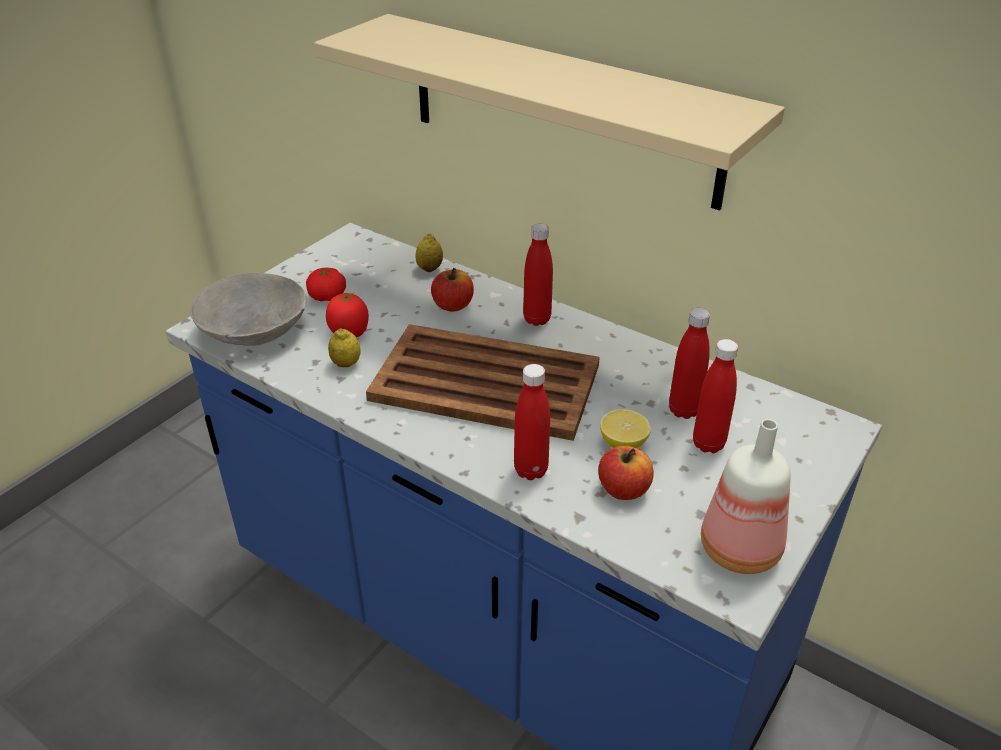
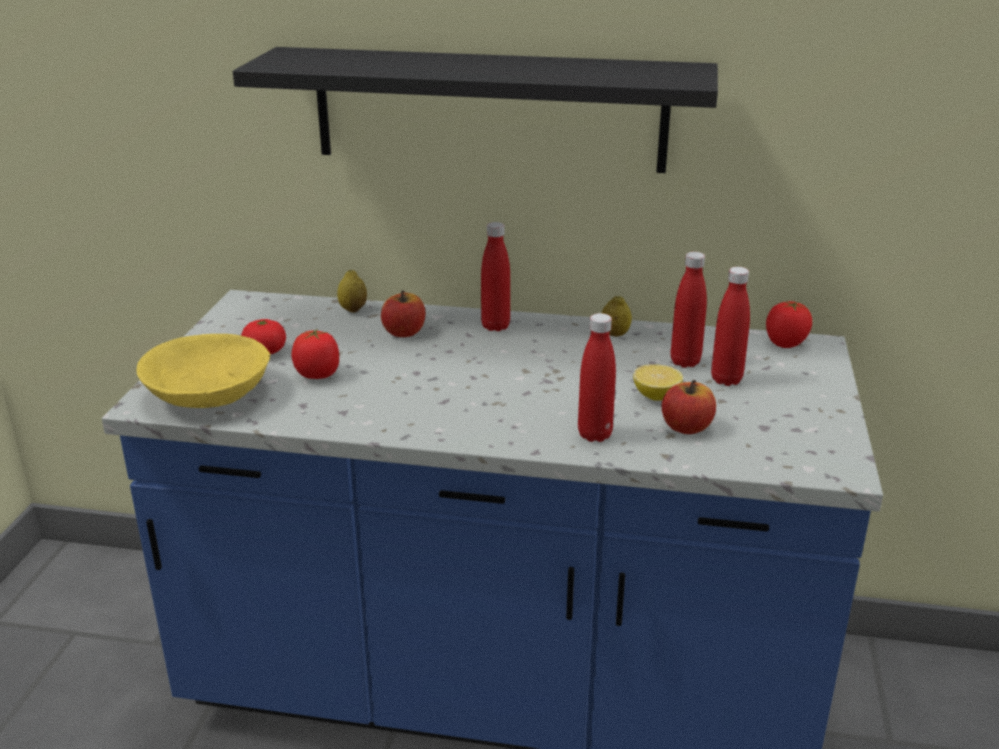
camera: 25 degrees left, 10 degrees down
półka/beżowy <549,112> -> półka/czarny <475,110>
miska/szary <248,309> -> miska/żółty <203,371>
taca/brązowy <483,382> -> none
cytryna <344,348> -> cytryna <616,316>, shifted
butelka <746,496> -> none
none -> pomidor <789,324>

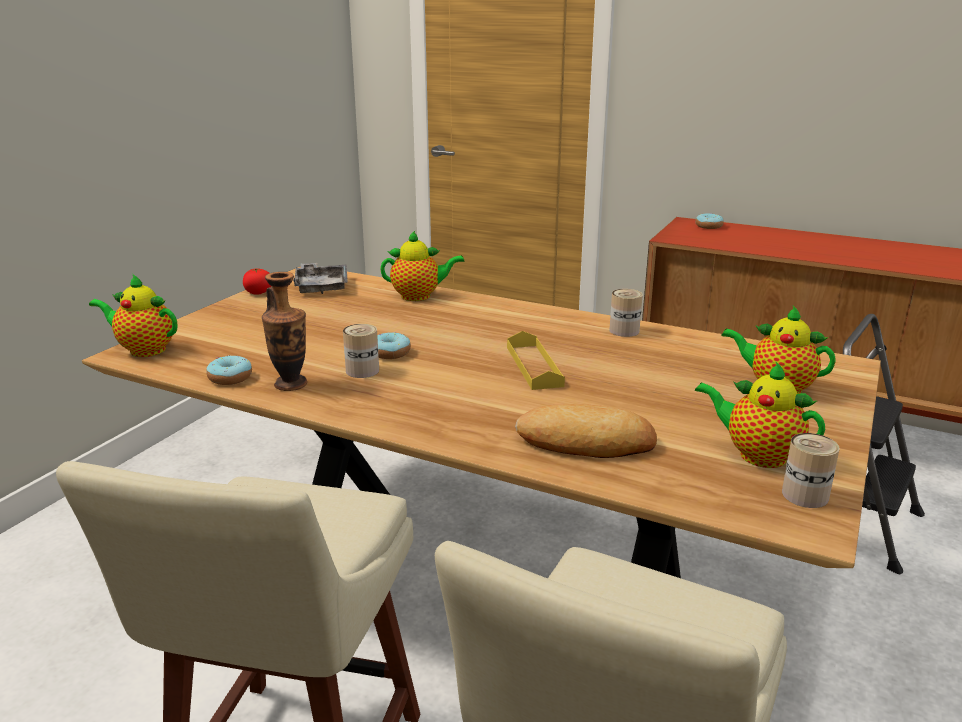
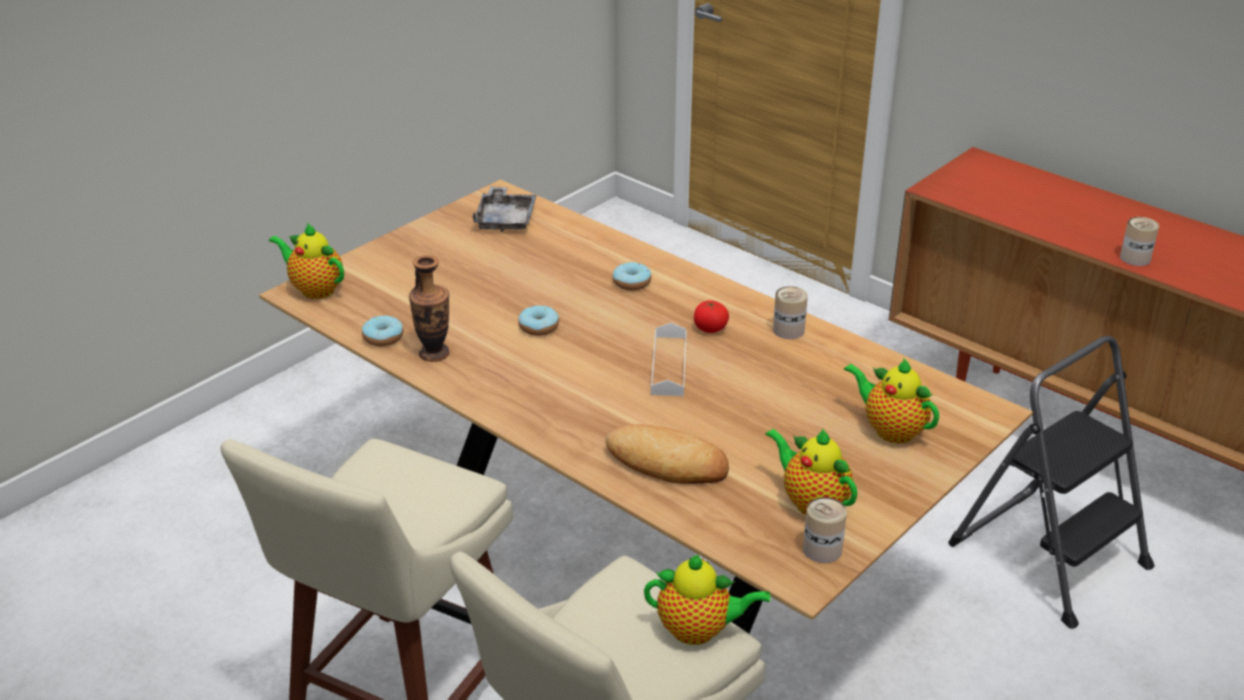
camera: 15 degrees right, 10 degrees up
donut <709,221> -> donut <632,276>, shifted
imbryk <422,266> -> imbryk <707,600>, shifted
pomidor <257,281> -> pomidor <711,316>, shifted
puszka <361,351> -> puszka <1139,241>, shifted
taca/żółty <536,360> -> taca/biały <669,359>

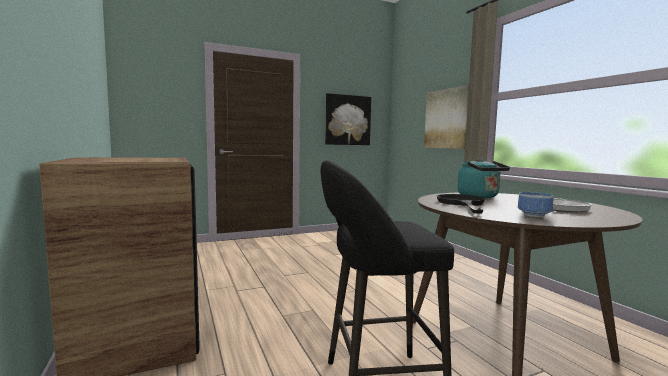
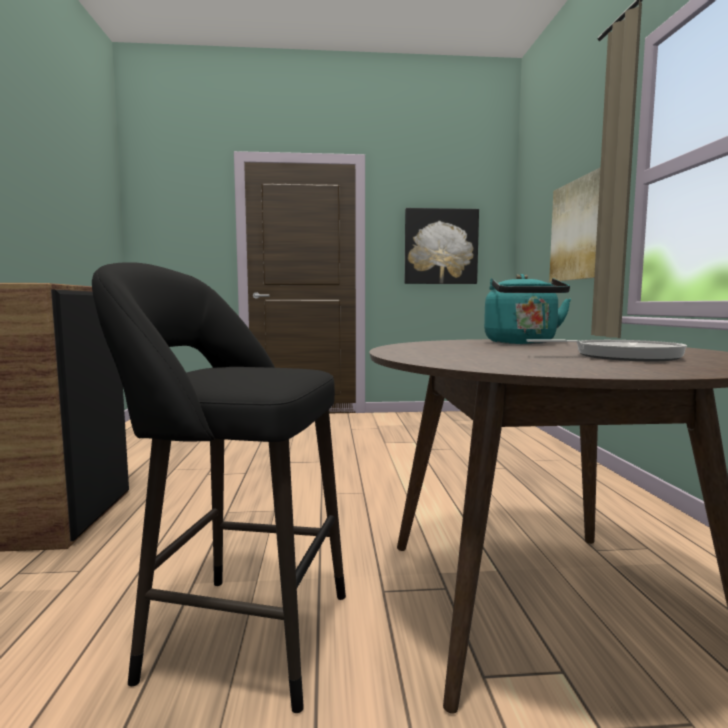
camera: 20 degrees right, 0 degrees up
miska <536,204> -> none
patelnia/czarny <461,203> -> none

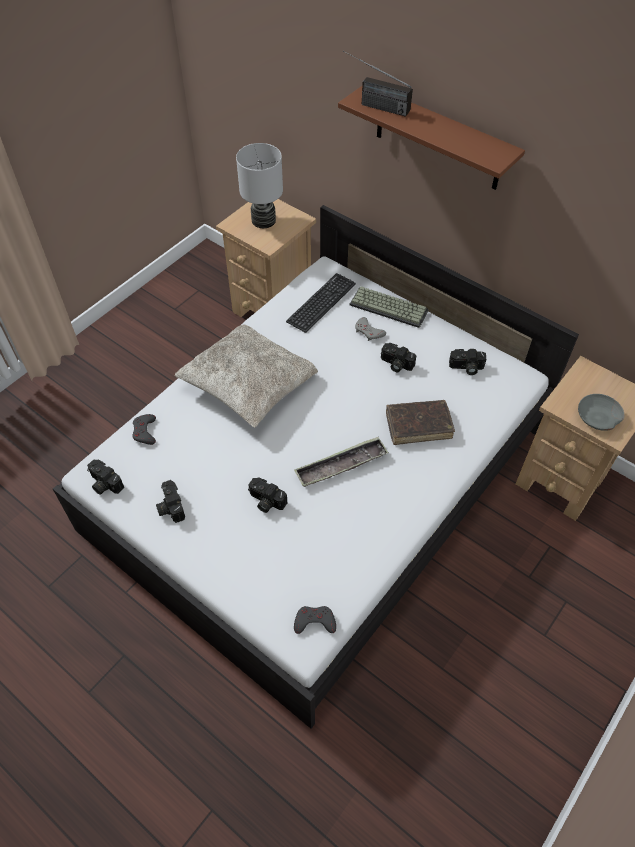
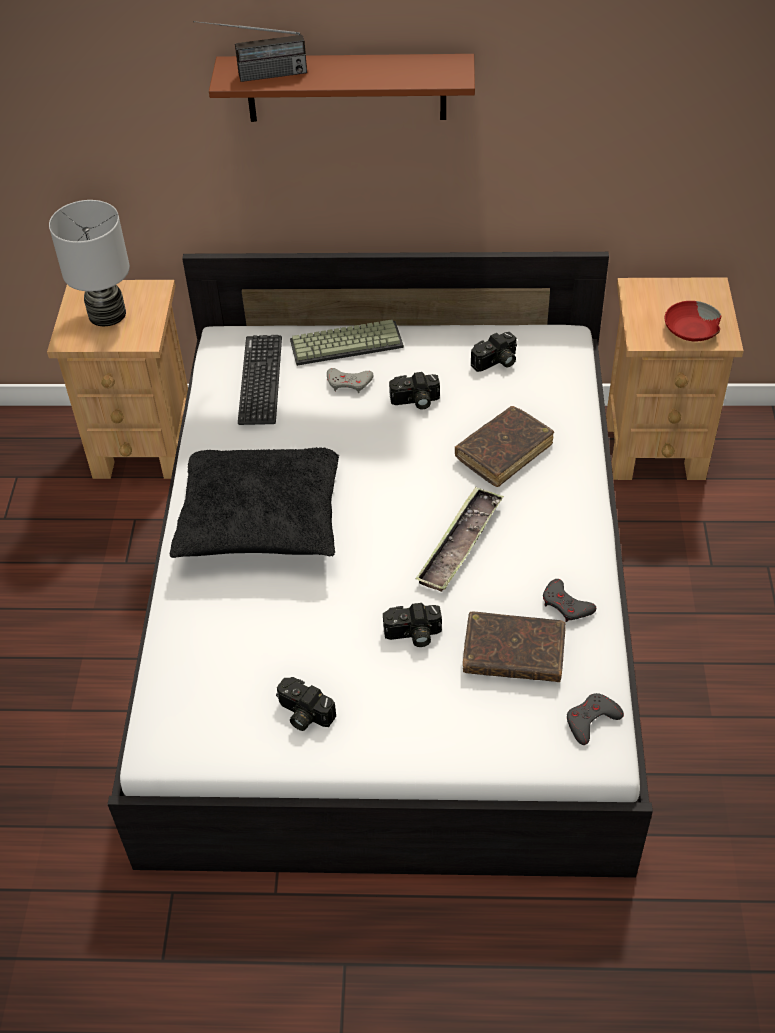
camera: 35 degrees left, 5 degrees down
poduszka/beżowy <246,376> -> poduszka/czarny <254,502>
miska/szary <601,412> -> miska/czerwony <693,321>
pad do gier/szary <144,429> -> pad do gier/szary <569,600>, shifted
aparat fotograficzny <105,477> -> none
none -> książka/brązowy <514,647>

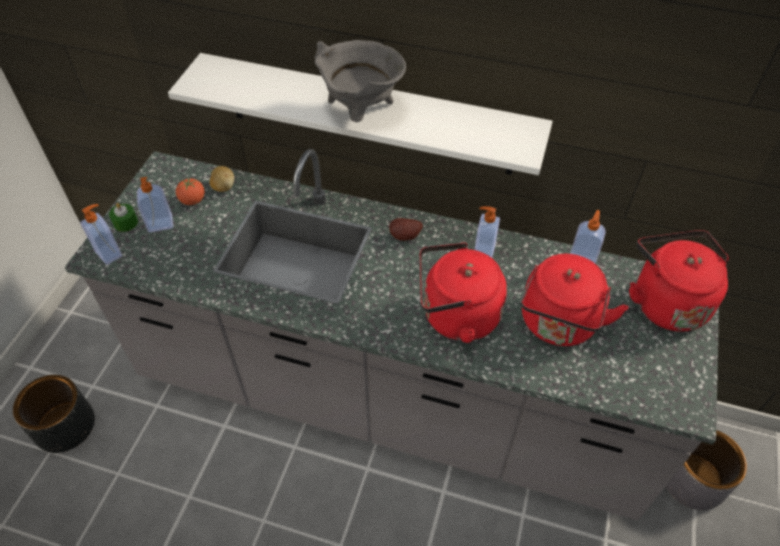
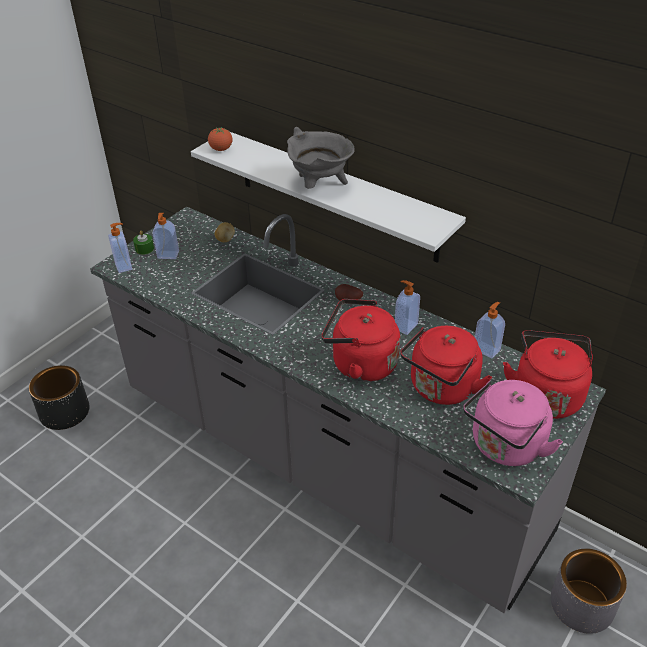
camera: 20 degrees right, 10 degrees down
pomidor <190,191> -> pomidor <220,139>, shifted
none -> czajnik/różowy <513,423>

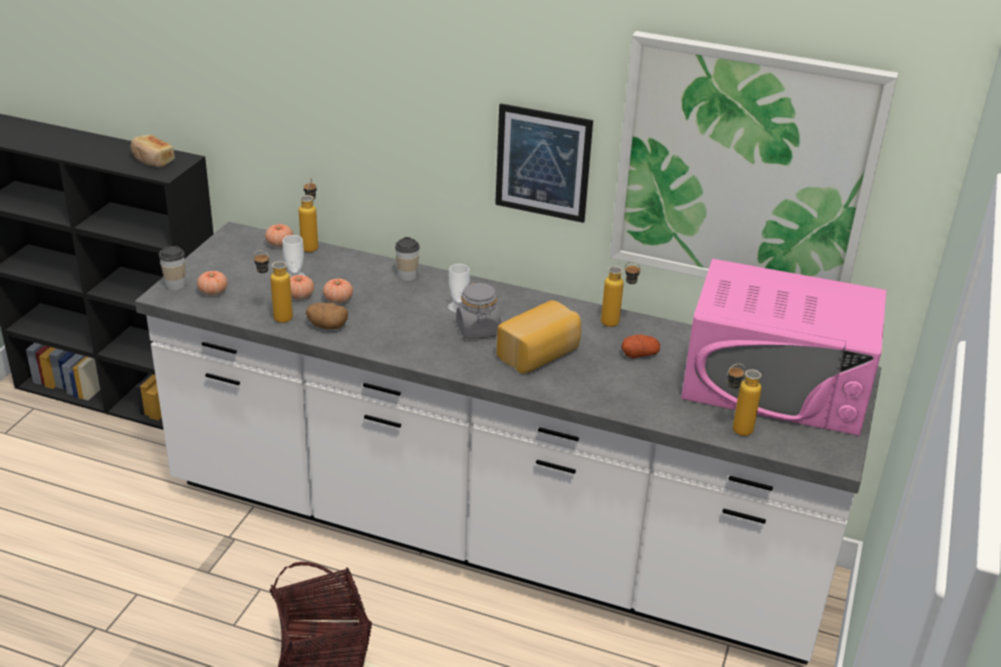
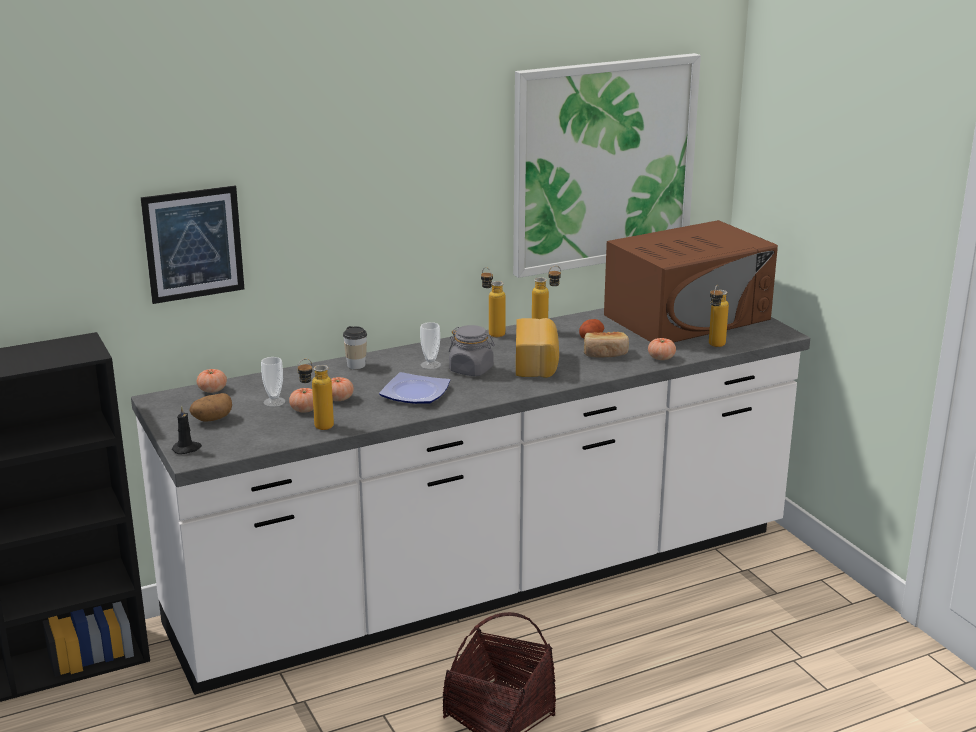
camera: 45 degrees left, 10 degrees down
obraz <544,163> -> obraz <192,245>, shifted
chleb <153,151> -> chleb <606,345>, shifted
butelka <308,215> -> butelka <493,302>, shifted
filiżanka <172,268> -> świeca/czarny <187,430>
mikrofalówka/różowy <783,347> -> mikrofalówka/brązowy <691,281>
pomidor <212,283> -> pomidor <662,349>, shifted
ziemniak <327,316> -> ziemniak <210,407>, shifted
none -> talerz <414,388>

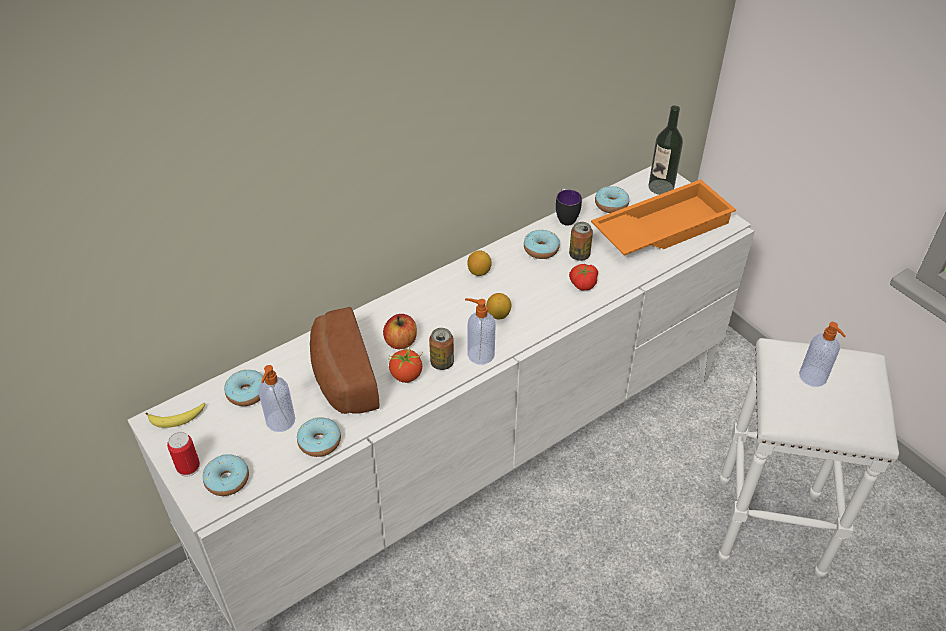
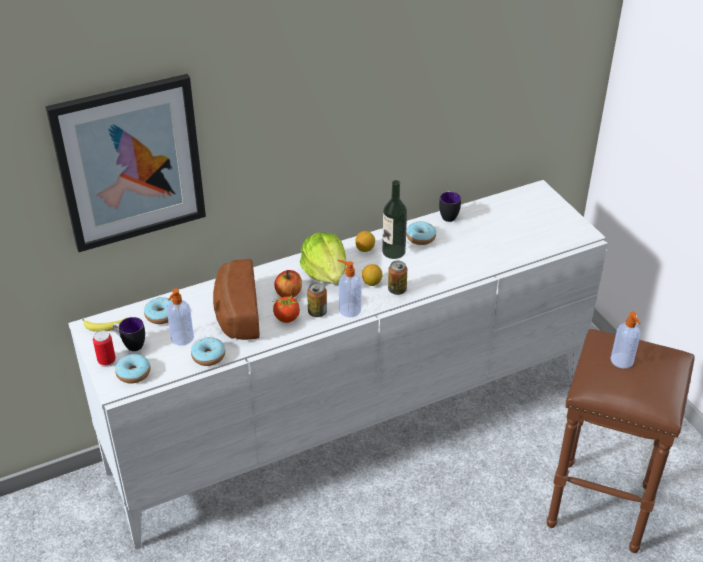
camera: 10 degrees right, 5 degrees down
butelka <666,150> -> butelka <394,219>, shifted
taca/pomarańczowy <663,217> -> none
donut <612,199> -> none
puszka <581,241> -> puszka <397,278>, shifted
pomidor <583,277> -> none
stołek/biały <808,458> -> stołek/brązowy <621,441>
none -> obraz <125,163>
none -> sałata <323,258>
none -> kubek <128,334>

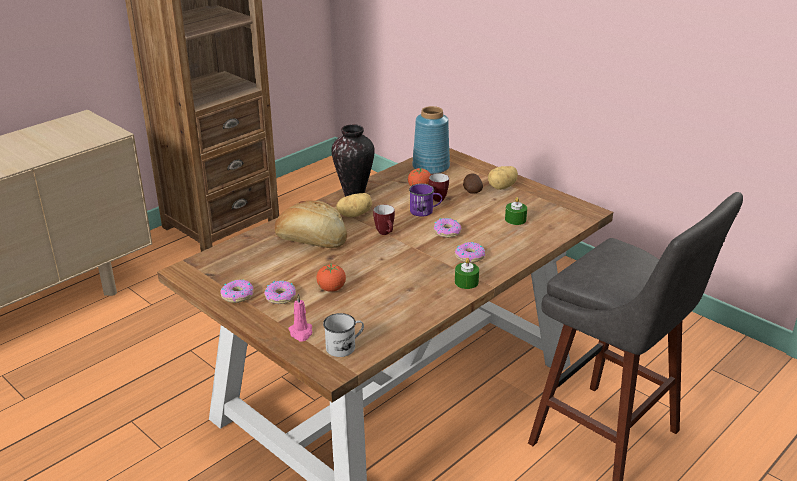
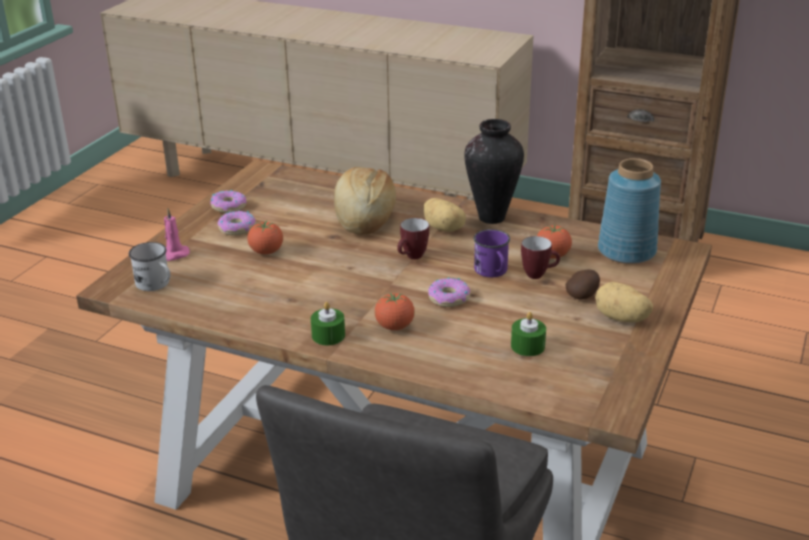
camera: 70 degrees right, 0 degrees up
donut <470,252> -> pomidor <395,311>

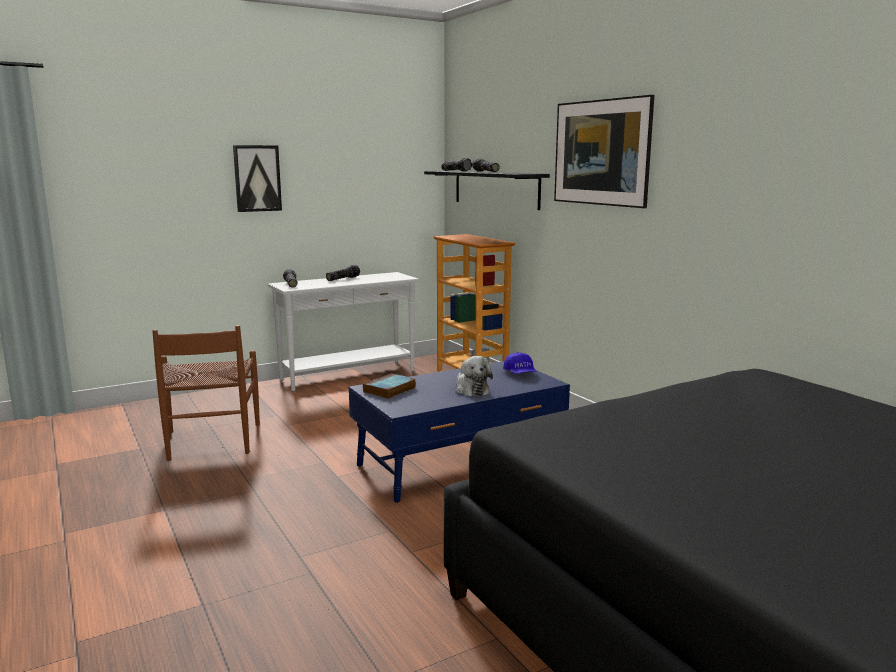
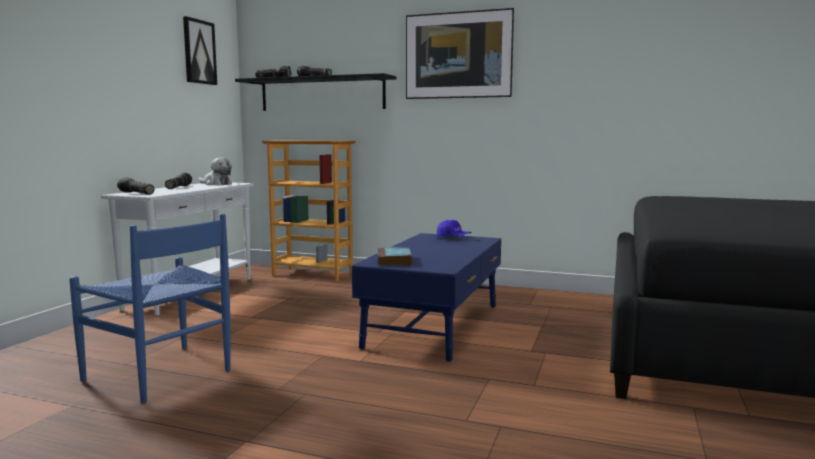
camera: 40 degrees left, 5 degrees down
obraz <257,178> -> obraz <200,50>, shifted
krzesło/brązowy <206,393> -> krzesło/niebieski <150,309>
pluszak <474,376> -> pluszak <215,171>, shifted

